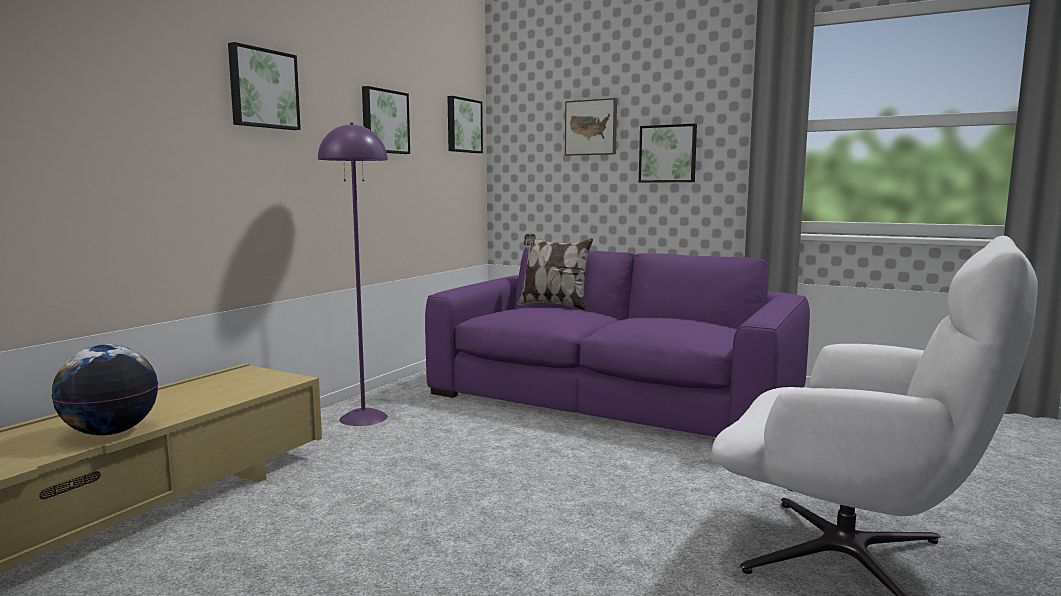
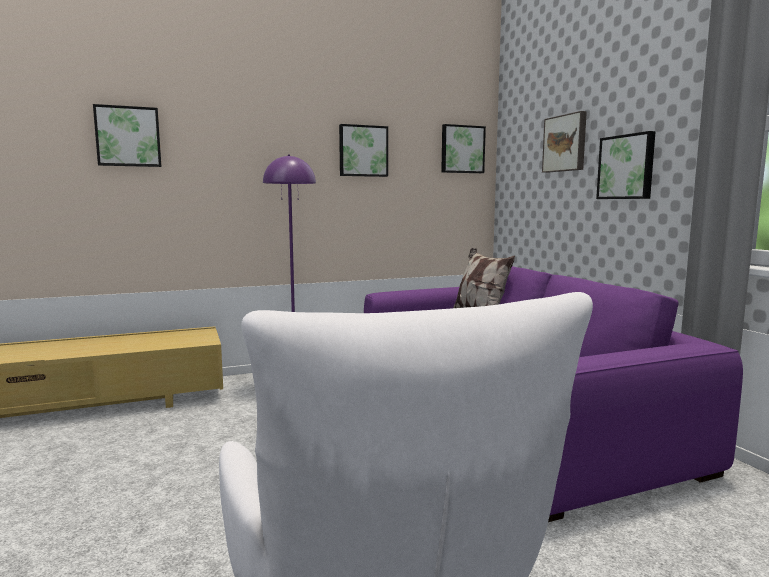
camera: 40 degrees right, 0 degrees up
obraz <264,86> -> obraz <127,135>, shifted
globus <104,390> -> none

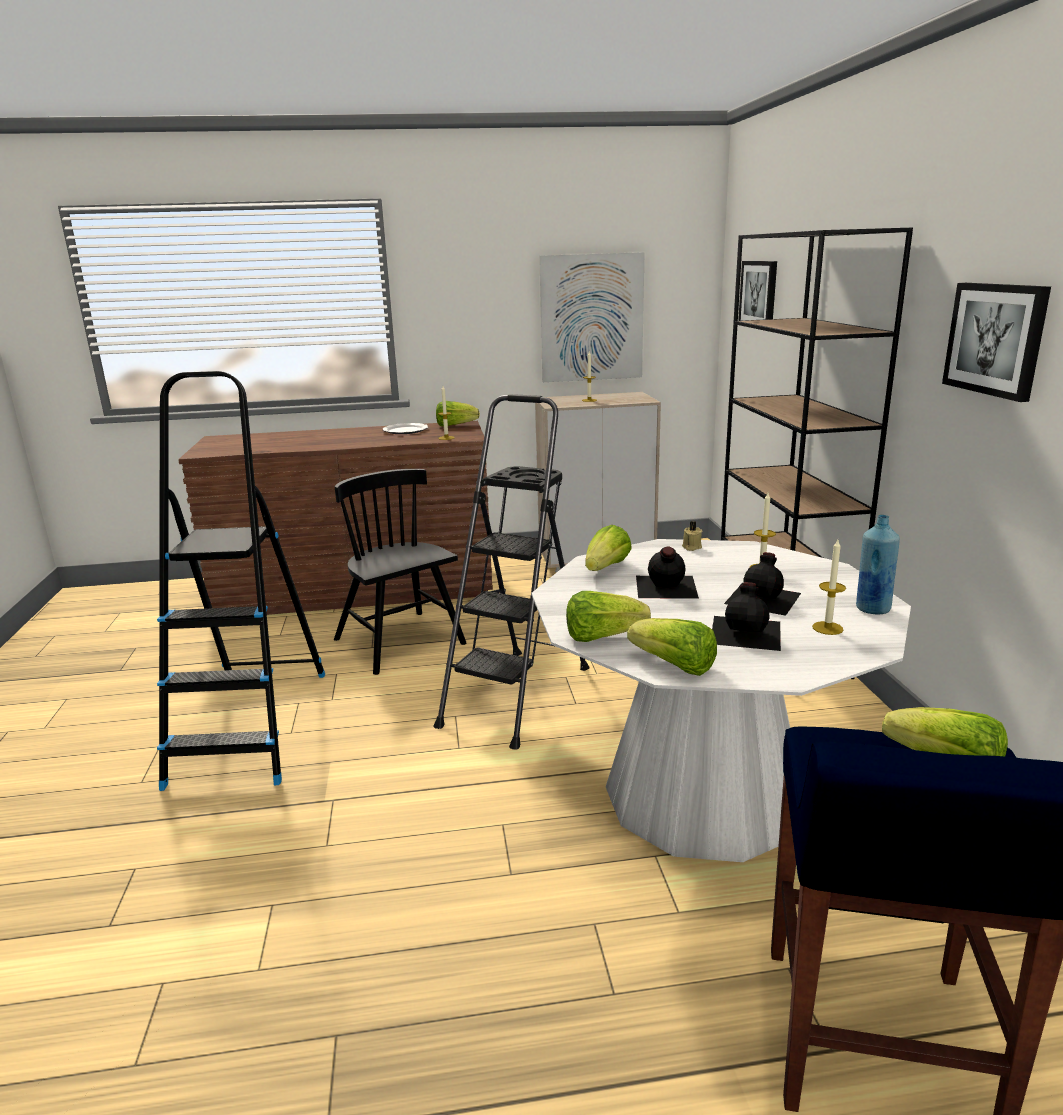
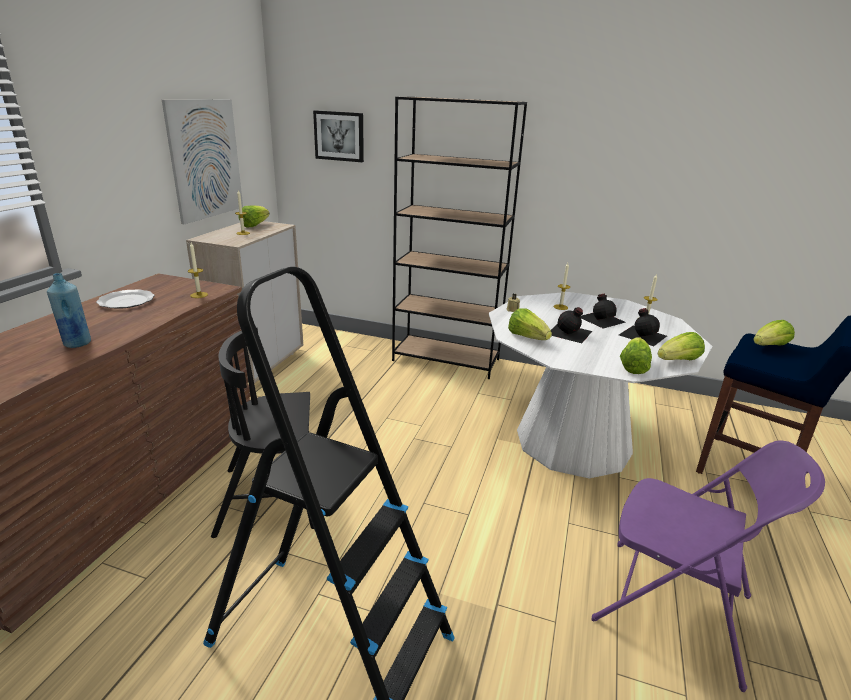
camera: 65 degrees left, 5 degrees up
obraz <996,342> -> none
drabinka <511,572> -> none
sałata <458,413> -> sałata <254,216>, shifted
butelka/niebieski <878,564> -> butelka/niebieski <69,310>, shifted
none -> krzesło/fioletowy <708,566>

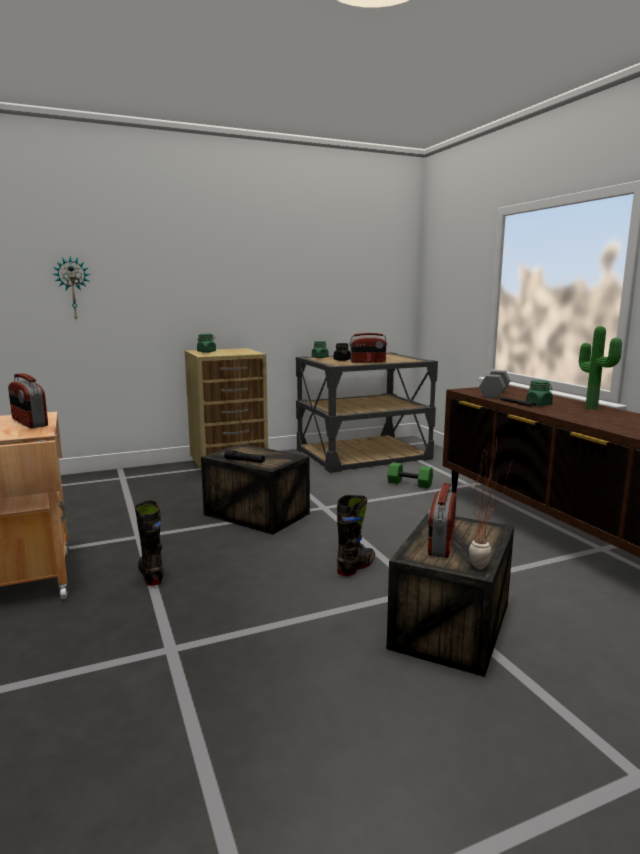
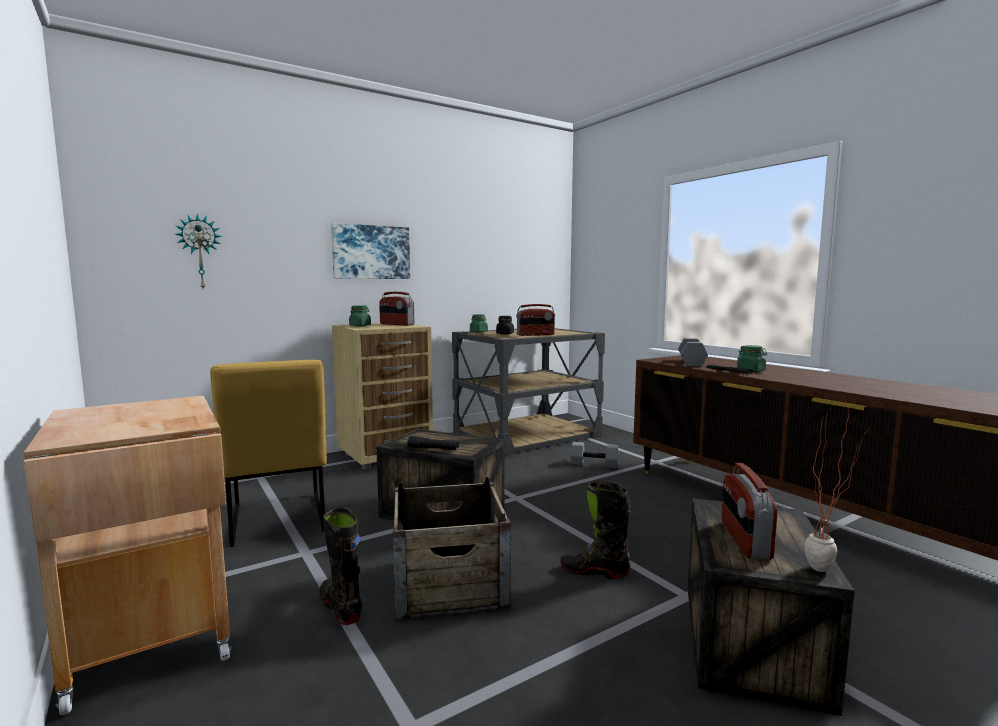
camera: 10 degrees left, 5 degrees down
roślina doniczkowa <600,368> -> none
radio <28,400> -> radio <396,309>, shifted
hantel/zielony <410,475> -> hantel/szary <594,455>
but z cholewką/czarny <356,535> -> but z cholewką/czarny <595,530>, 105 degrees counterclockwise
none -> obraz <370,251>
none -> krzesło/żółty <268,453>
none -> skrzynka <452,549>

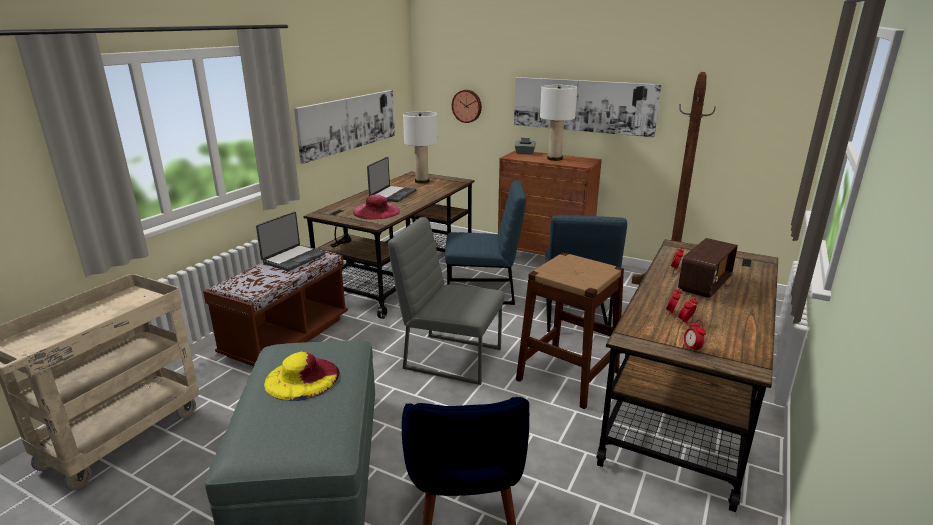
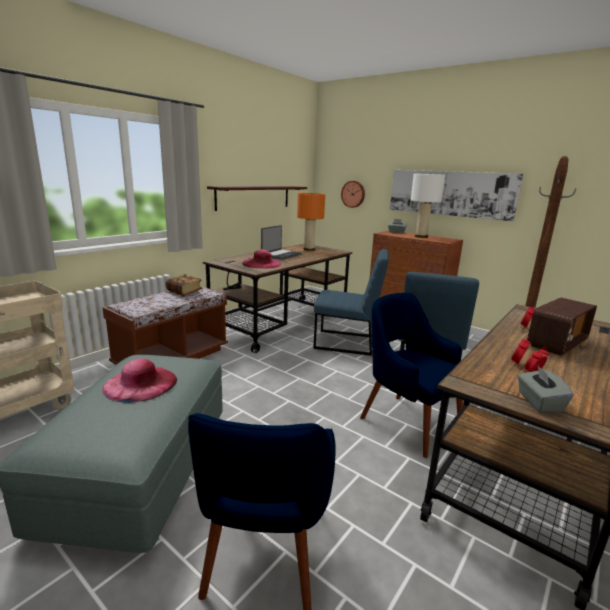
camera: 10 degrees right, 5 degrees down
obraz <344,127> -> półka <257,198>
lampa stołowa/biały <420,147> -> lampa stołowa/pomarańczowy <311,222>
laptop <290,241> -> książka <184,285>
krzesło/szary <446,301> -> none
stołek/brązowy <570,331> -> fotel/niebieski <411,375>
budzik <695,336> -> pudełko chusteczek/szary <546,389>
kapelusz/żółty <302,376> -> kapelusz/różowy <139,380>

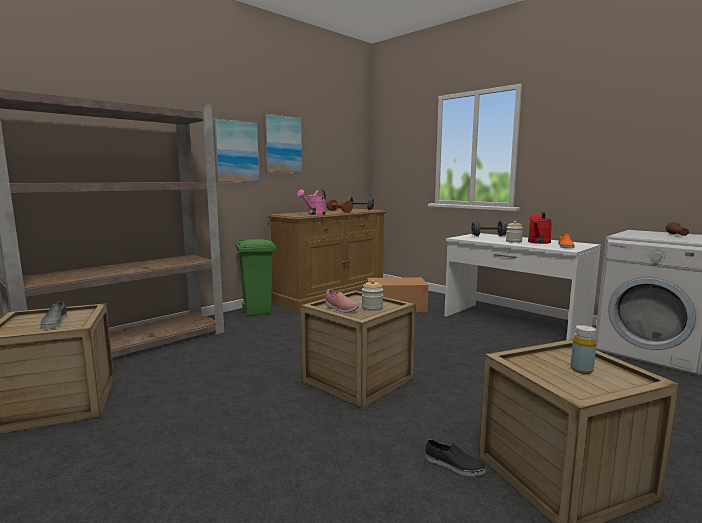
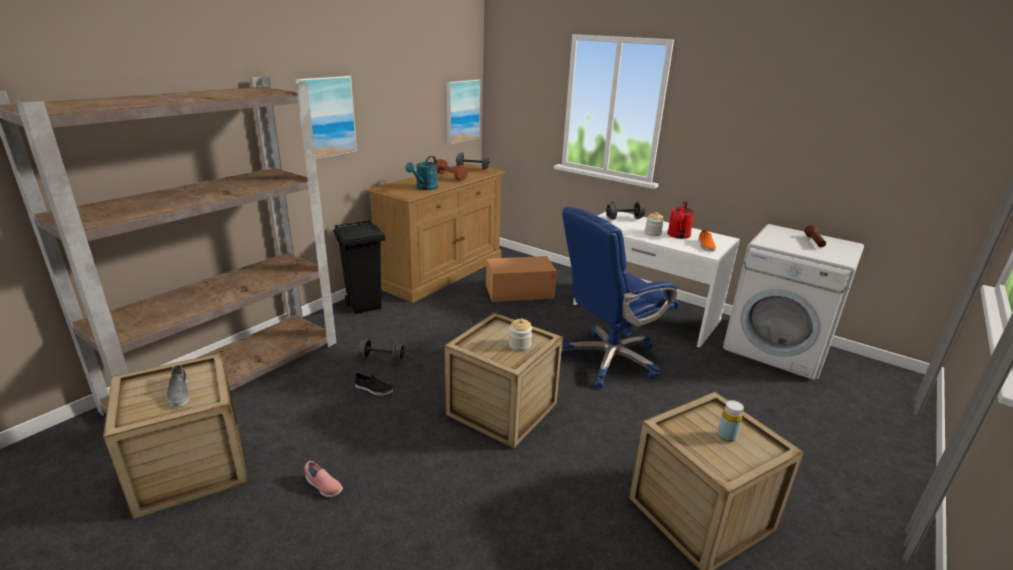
camera: 10 degrees left, 15 degrees up
obraz <283,143> -> obraz <464,112>, shifted
konewka/różowy <311,202> -> konewka/turkusowy <421,173>
kosz na śmieci/zielony <255,277> -> kosz na śmieci/czarny <359,267>
but/różowy <342,301> -> but/różowy <323,479>, shifted
but/czarny <455,458> -> but/czarny <373,384>, shifted
none -> krzesło biurowe/niebieski <620,297>
none -> hantel/szary <381,350>

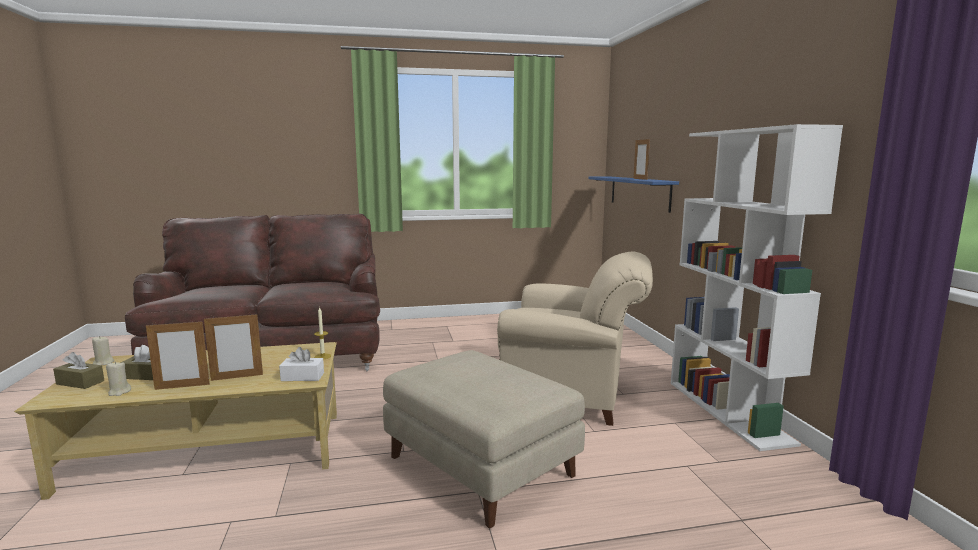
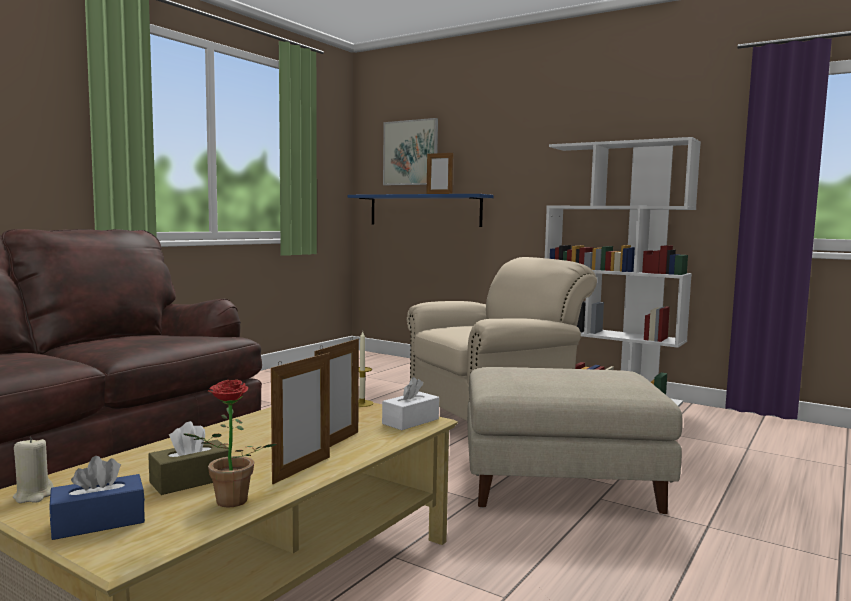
camera: 45 degrees left, 5 degrees down
pudełko chusteczek/brązowy <78,370> -> pudełko chusteczek/niebieski <97,498>
świeca/beżowy <118,379> -> roślina doniczkowa <230,443>
none -> obraz <410,151>

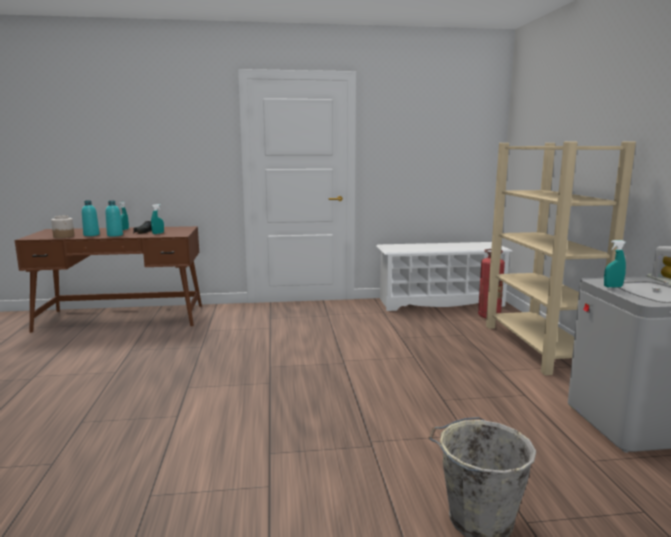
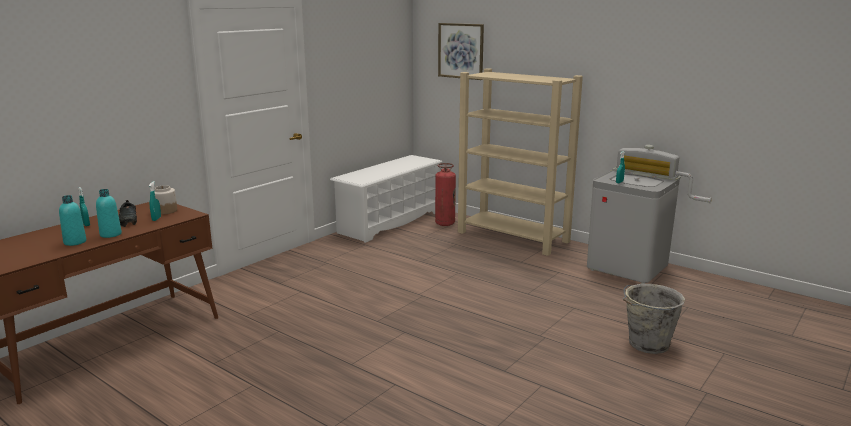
camera: 45 degrees left, 5 degrees up
słoik <62,226> -> słoik <165,200>, shifted
none -> obraz <461,51>

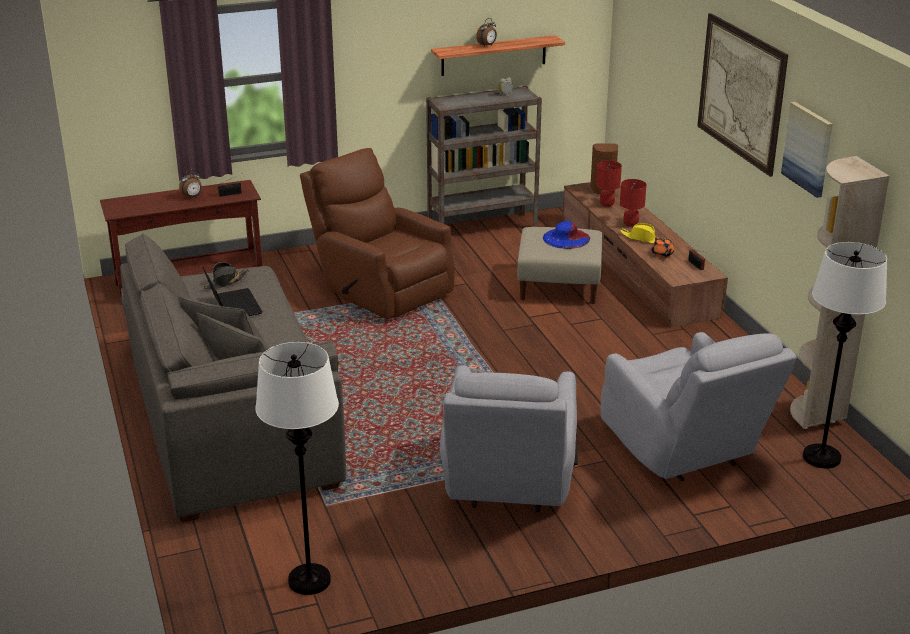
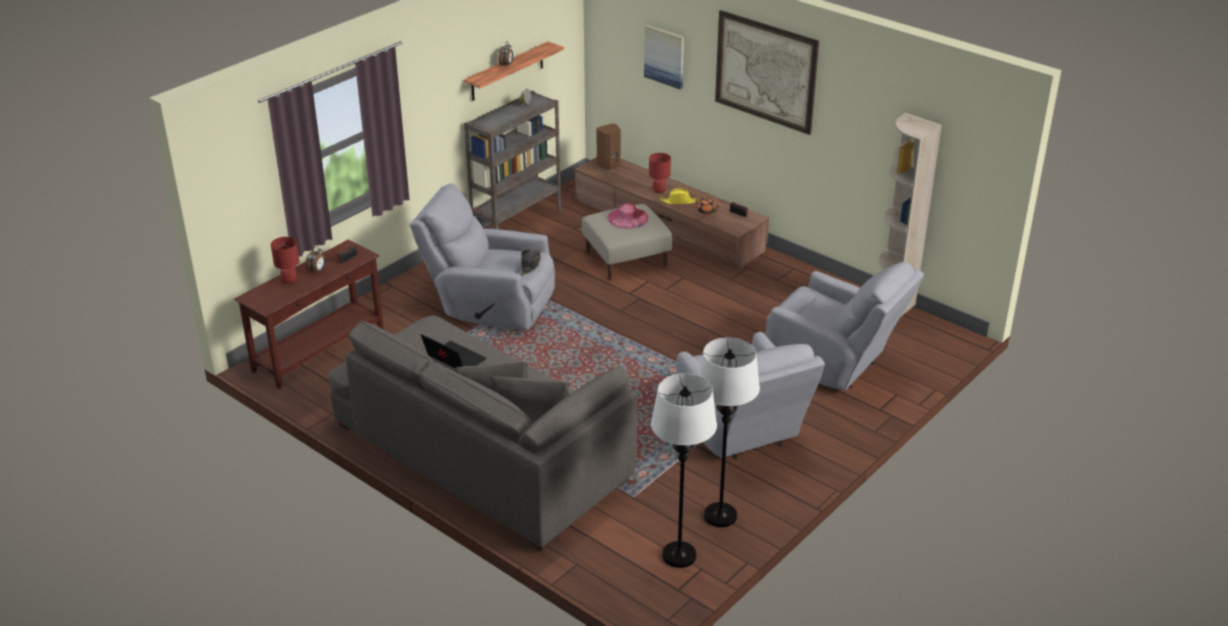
camera: 30 degrees left, 5 degrees up
obraz <807,150> -> obraz <664,57>, shifted
fotel/brązowy <377,233> -> fotel/szary <482,256>
lampa stołowa/czerwony <609,184> -> lampa stołowa/czerwony <285,260>, shifted
kapelusz/niebieski <566,235> -> kapelusz/różowy <628,216>
lampa stojąca/biały <845,355> -> lampa stojąca/biały <729,432>, shifted
kapelusz/czarny <225,275> -> kapelusz/czarny <531,262>, shifted

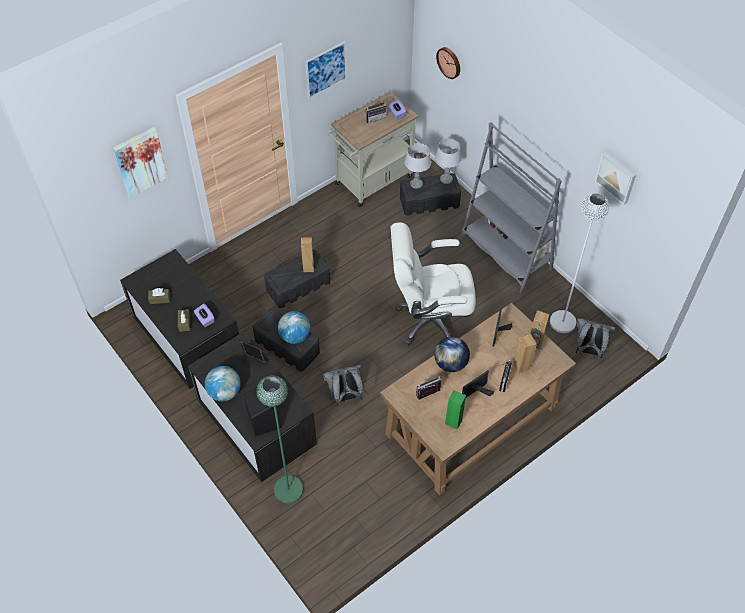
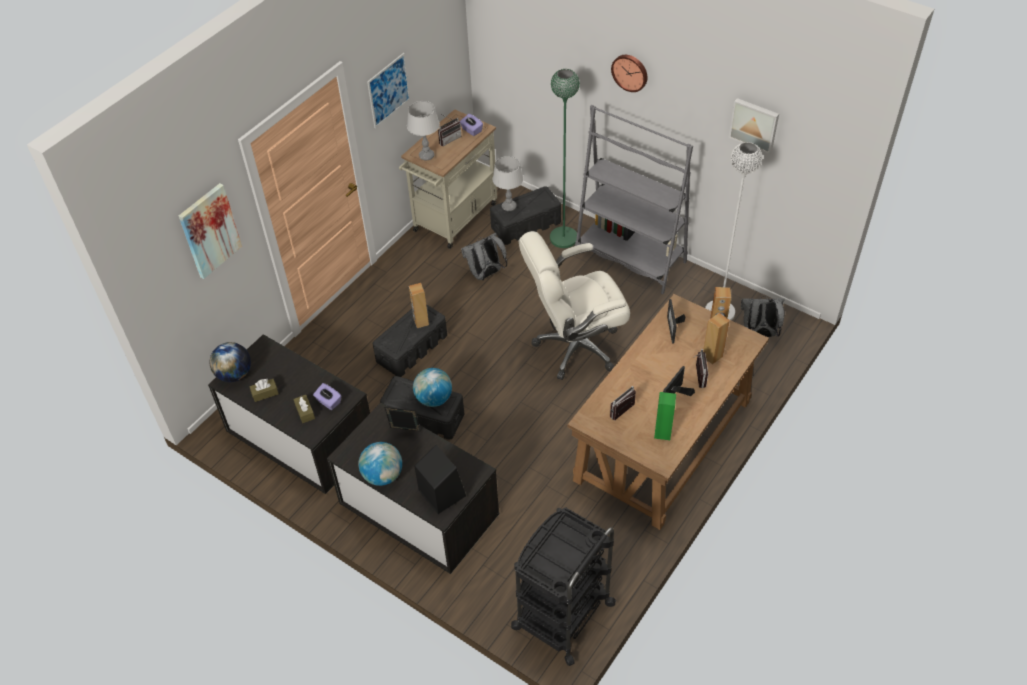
camera: 15 degrees left, 5 degrees down
zegar ścienny <448,63> -> zegar ścienny <629,73>, shifted
lampa stołowa/szary <448,161> -> lampa stołowa/szary <423,131>, shifted
globus <452,354> -> globus <230,362>, shifted
plecak/szary <343,385> -> plecak/szary <484,257>, shifted
lampa stojąca/zielony <279,439> -> lampa stojąca/zielony <565,158>, shifted
none -> wózek/czarny <563,586>

